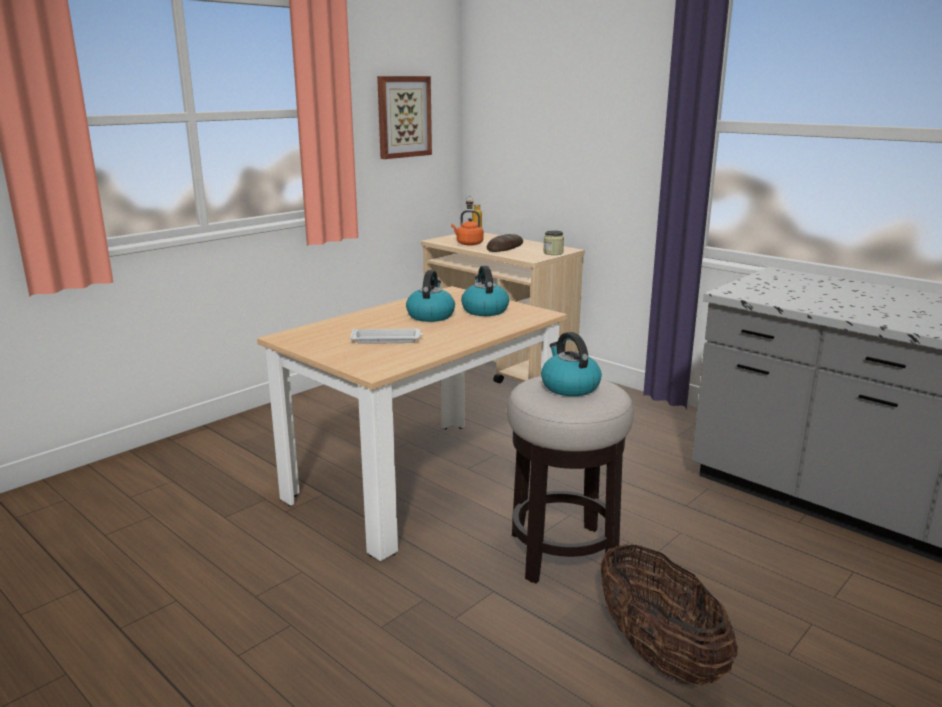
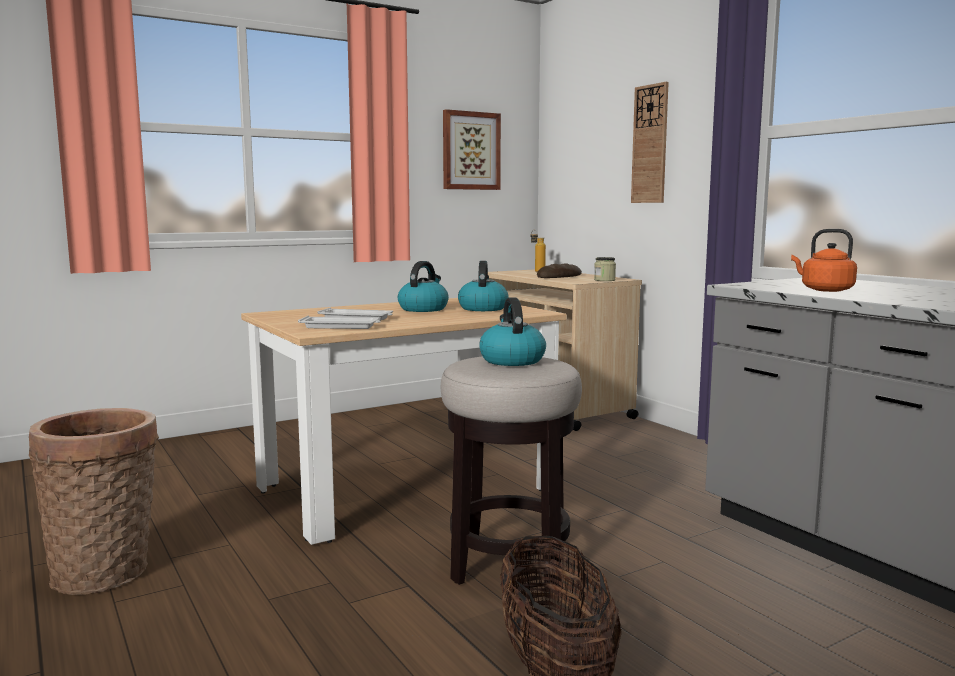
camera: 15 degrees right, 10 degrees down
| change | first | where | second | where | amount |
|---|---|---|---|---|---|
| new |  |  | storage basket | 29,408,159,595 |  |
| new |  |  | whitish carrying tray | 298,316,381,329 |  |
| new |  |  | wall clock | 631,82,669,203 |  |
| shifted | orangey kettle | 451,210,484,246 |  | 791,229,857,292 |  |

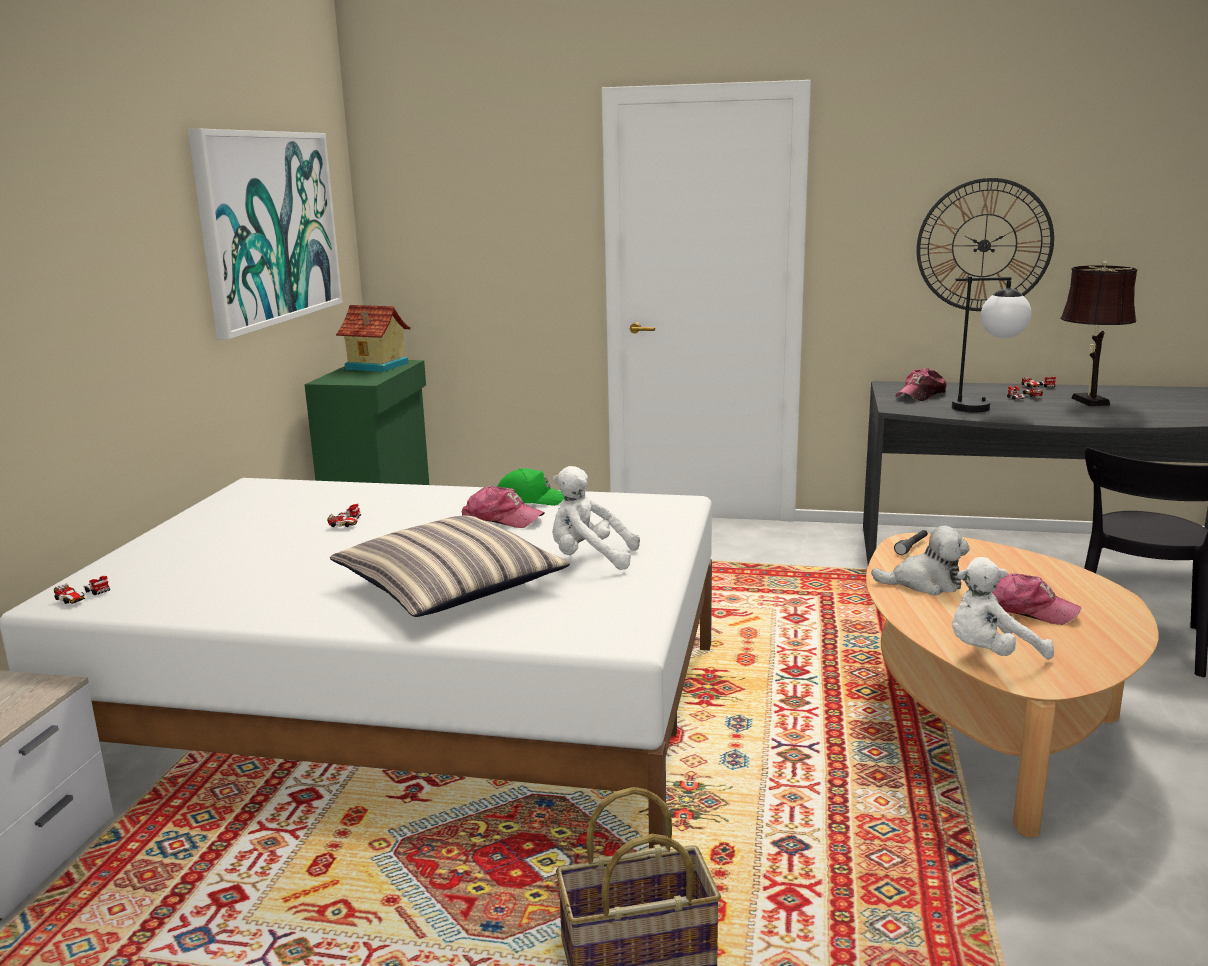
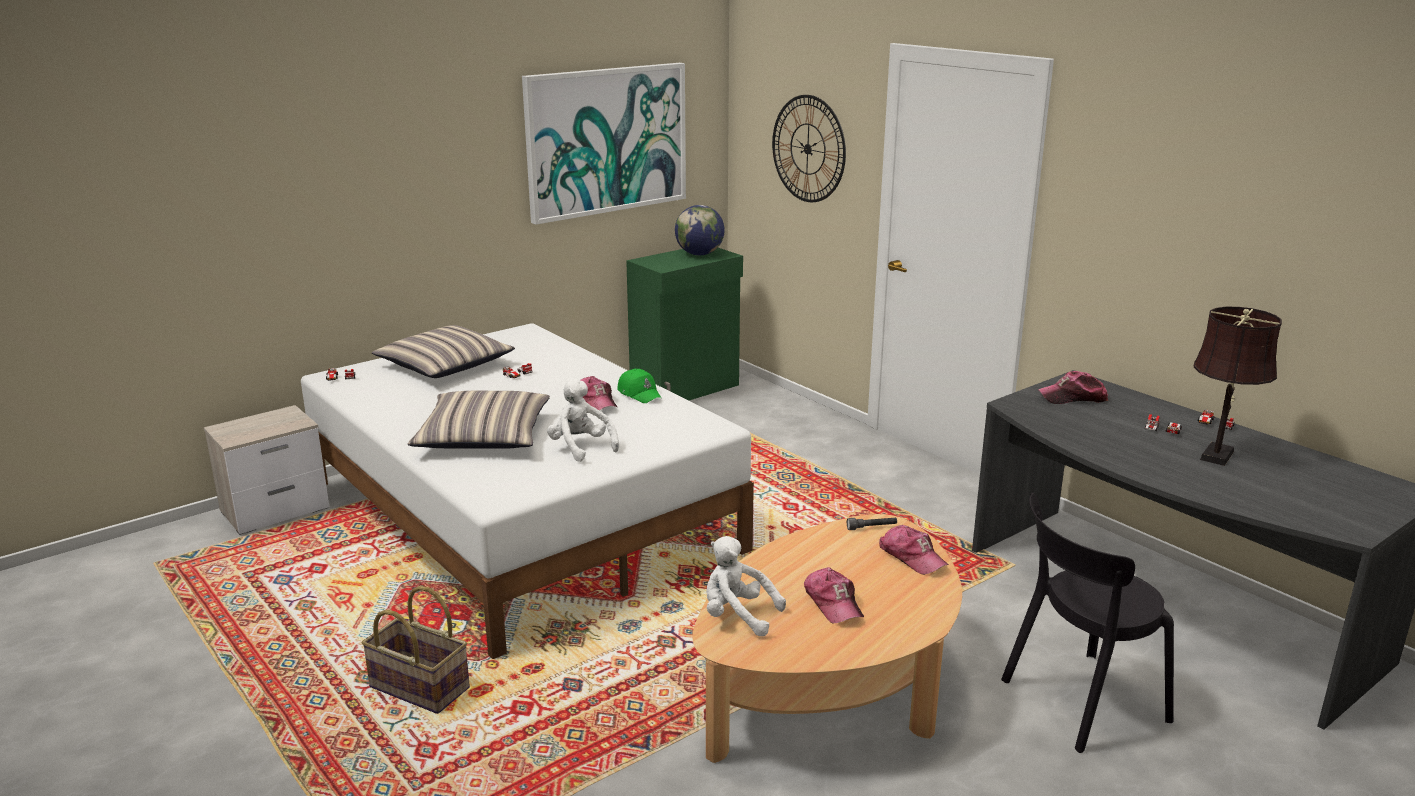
camera: 40 degrees right, 5 degrees up
| change | first | where | second | where | amount |
|---|---|---|---|---|---|
| gone | plush toy | 871,525,970,595 |  |  |  |
| gone | table lamp | 952,276,1031,412 |  |  |  |
| new |  |  | pillow | 372,325,515,378 |  |
| new |  |  | cap | 879,525,949,575 |  |
| shifted | wall clock | 916,178,1054,311 |  | 772,95,846,202 |  |
| swapped | model house | 336,305,411,372 | desk globe | 675,205,725,256 |  |

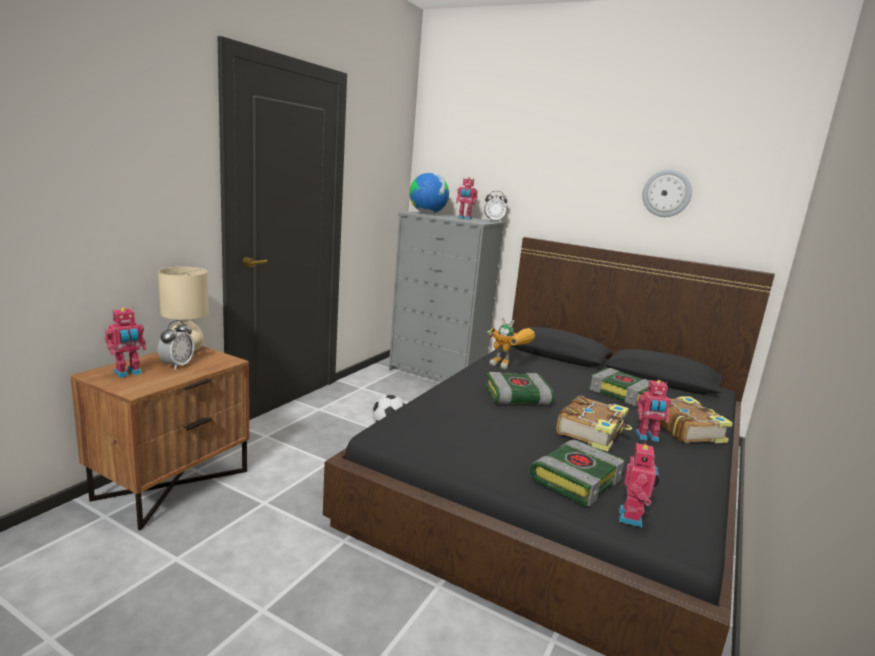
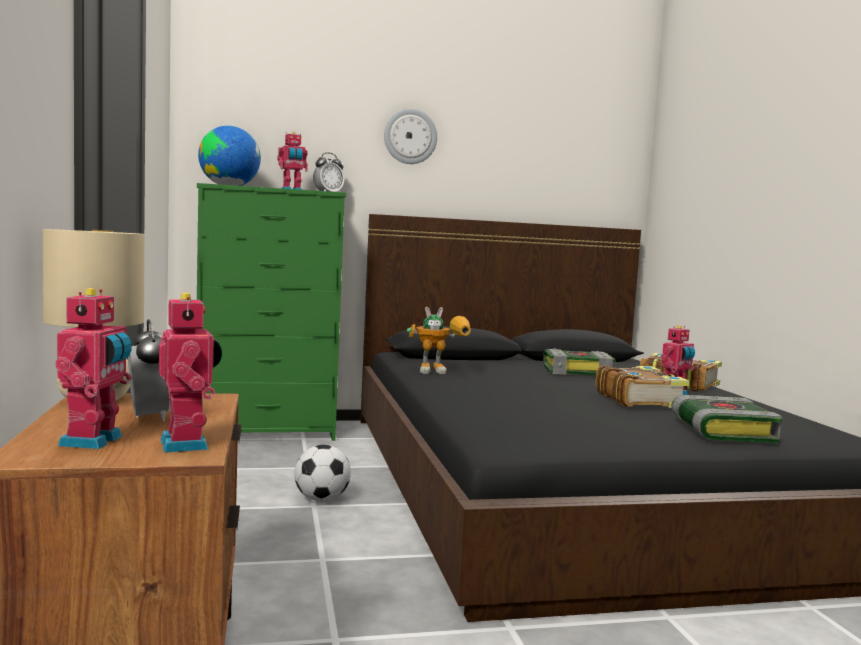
camera: 40 degrees left, 10 degrees down
| change | first | where | second | where | amount |
|---|---|---|---|---|---|
| gone | bound book | 485,372,554,405 |  |  |  |
| shifted | robot figure | 619,442,660,527 |  | 159,293,222,453 |  |
| shifted | wall clock | 642,170,692,217 |  | 384,108,437,164 |  |
| repainted | greyish drawer chest | 389,211,505,381 | greenish drawer chest | 197,183,346,441 |  |

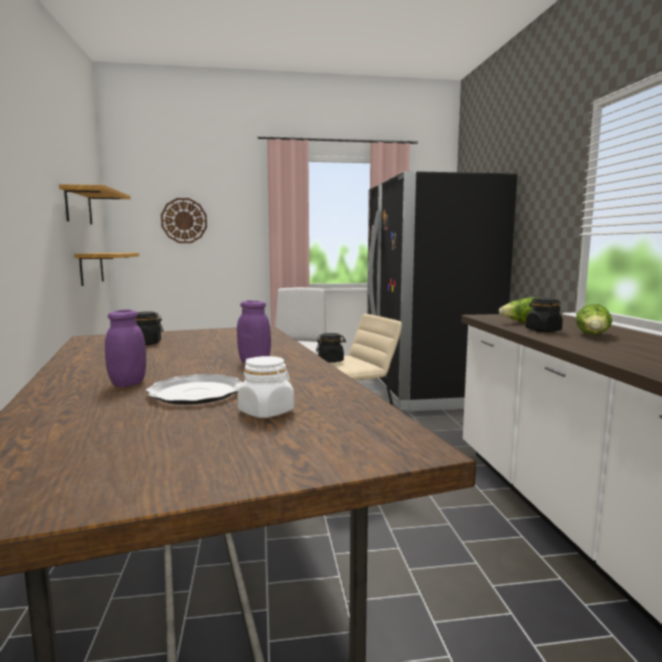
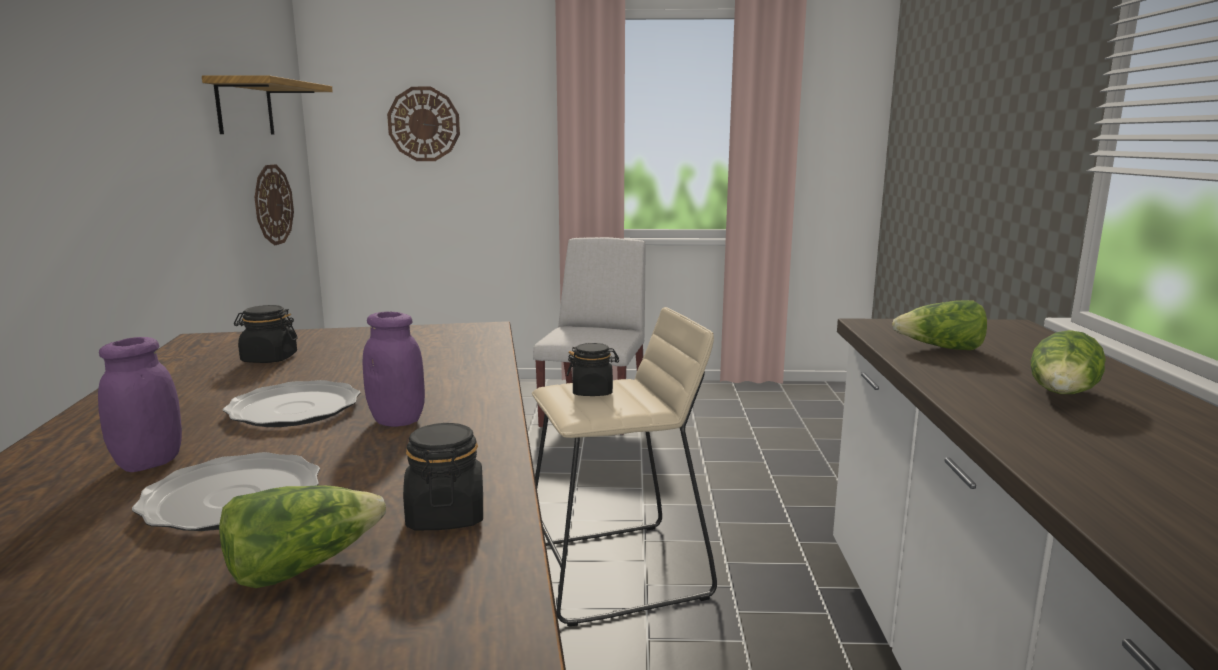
camera: 10 degrees right, 5 degrees up
| change | first | where | second | where | amount |
|---|---|---|---|---|---|
| gone | blackish fridge | 367,171,517,411 |  |  |  |
| new |  |  | dinner plate | 223,380,361,427 |  |
| shifted | blackish preserve jar | 526,298,563,332 |  | 403,423,483,530 |  |
| swapped | wall shelf | 75,253,139,286 | wall clock | 255,164,294,245 |  |
| swapped | whitish preserve jar | 238,356,294,418 | lettuce head | 219,485,386,588 |  |

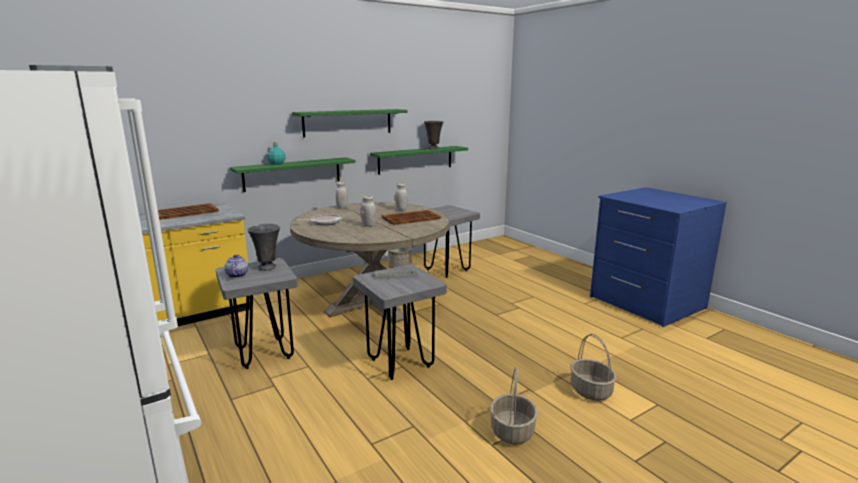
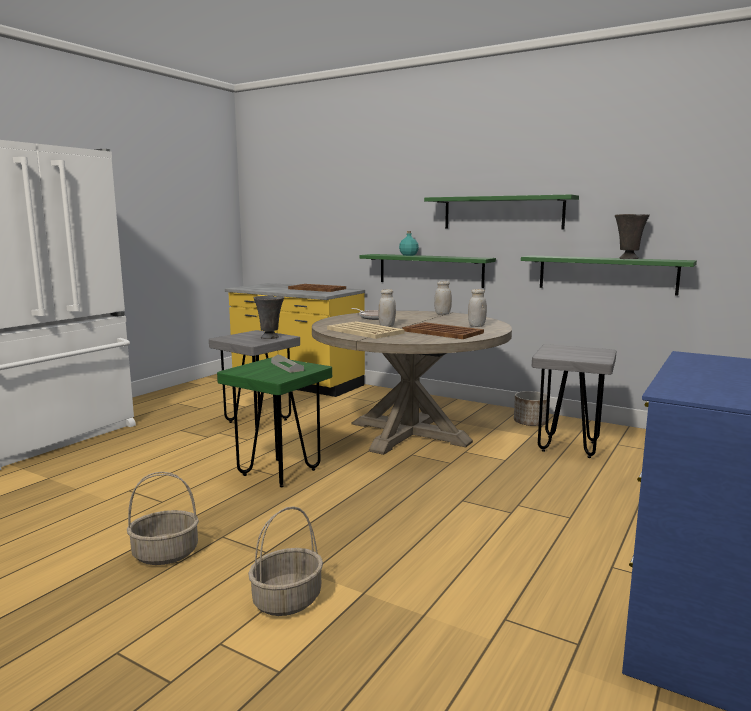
camera: 65 degrees right, 5 degrees down
| change | first | where | second | where | amount |
|---|---|---|---|---|---|
| gone | tea pot | 224,255,248,278 |  |  |  |
| new |  |  | beige-coloured carrying tray | 327,321,405,339 |  |
| repainted | greyish sitting stool | 353,264,447,380 | greenish sitting stool | 217,357,332,487 |  |

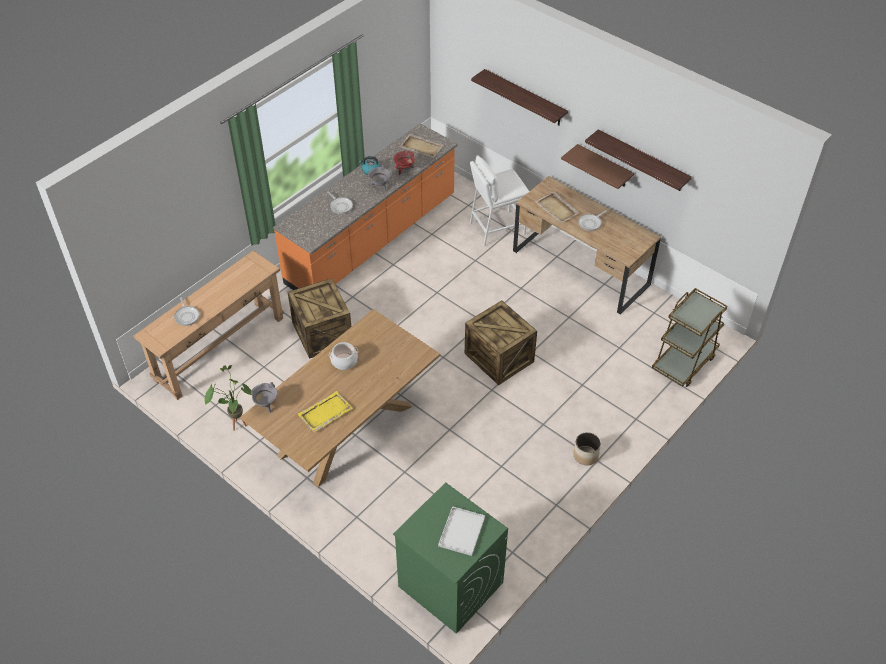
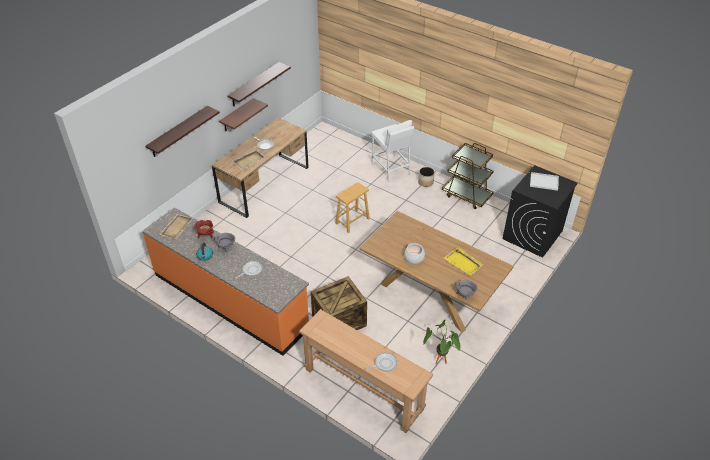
camera: 95 degrees left, 5 degrees down
| change | first | where | second | where | amount |
|---|---|---|---|---|---|
| shifted | whitish sitting stool | 470,156,530,246 |  | 372,120,414,182 |  |
| shifted | brown wheeled cart | 652,288,727,387 |  | 442,143,494,209 |  |
| swapped | packing crate | 465,300,537,385 | brown sitting stool | 335,182,370,233 |  |
| repainted | greenish laundry appliance | 393,483,508,634 | blackish laundry appliance | 502,165,578,258 |  |

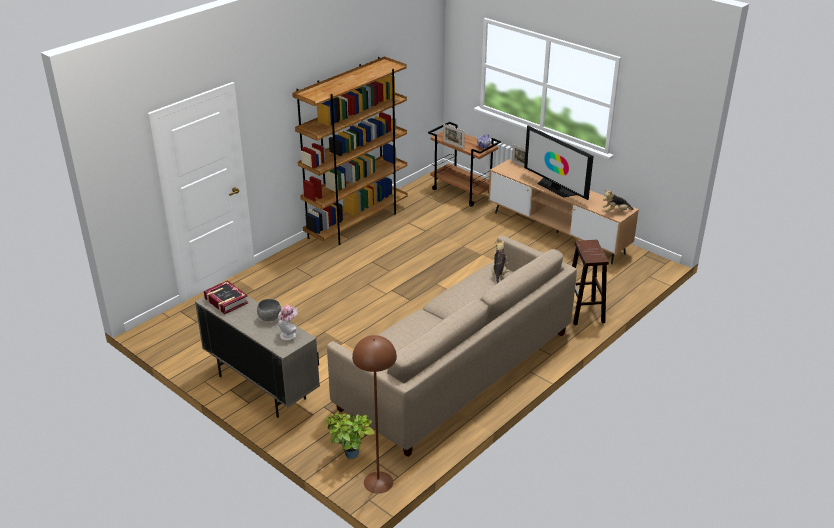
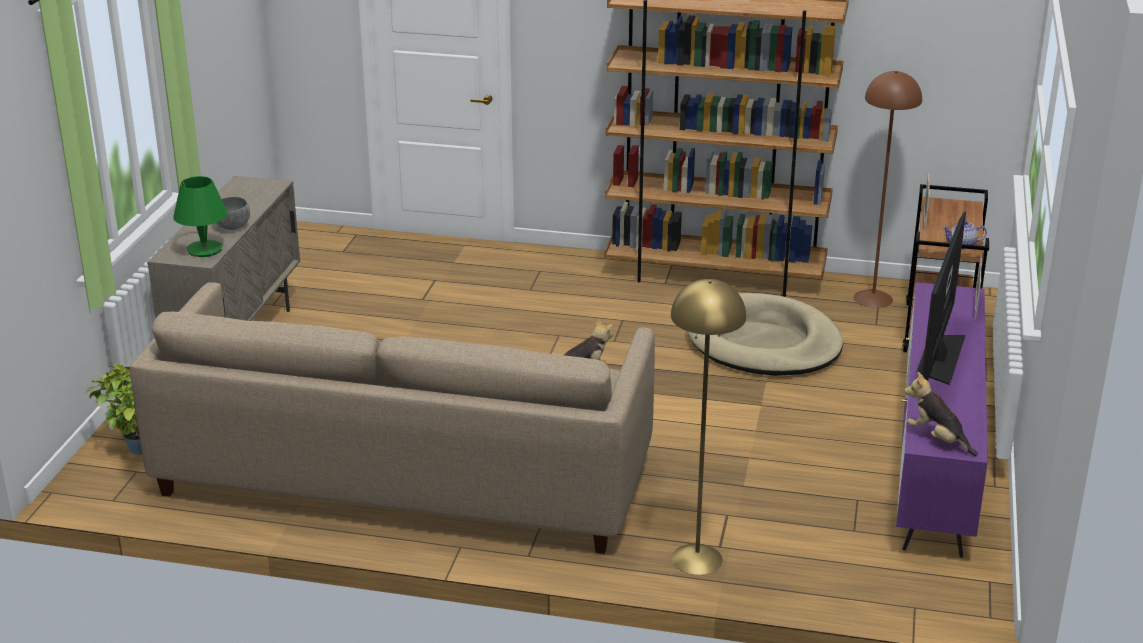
camera: 60 degrees right, 5 degrees down
| change | first | where | second | where | amount |
|---|---|---|---|---|---|
| gone | bound book | 204,280,248,314 |  |  |  |
| new |  |  | beige-coloured dog cushion | 688,293,843,376 |  |
| shifted | brown standard lamp | 352,335,397,494 |  | 853,71,922,308 |  |
| swapped | clothing hat | 278,305,298,341 | greenish table lamp | 173,176,228,257 |  |
| swapped | brown sitting stool | 572,240,609,325 | yellowish standard lamp | 671,279,746,575 |  |
| repainted | brown media console | 489,159,639,264 | purple-coloured media console | 896,282,988,558 |  |

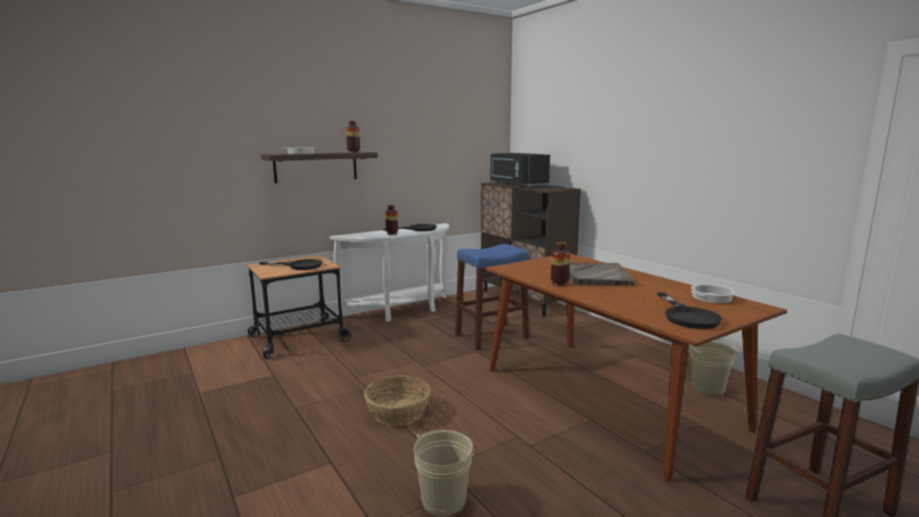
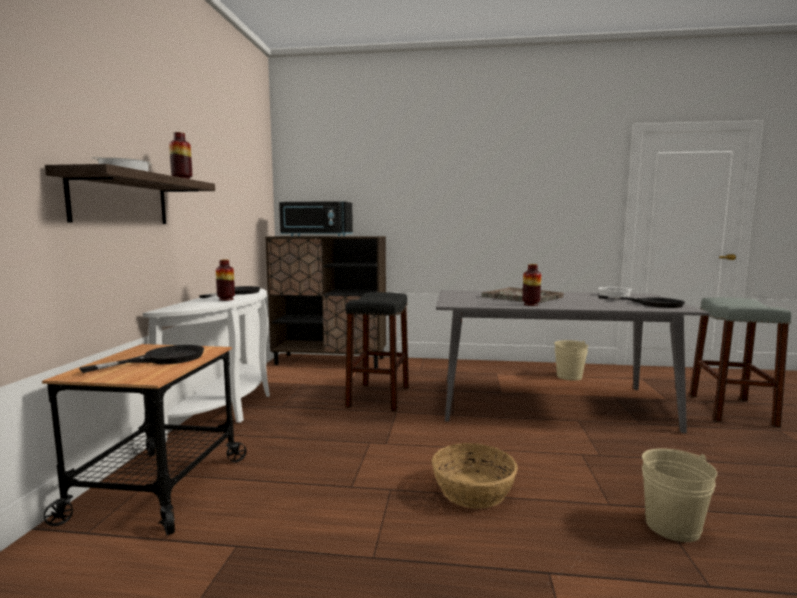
camera: 50 degrees left, 5 degrees down
| change | first | where | second | where | amount |
|---|---|---|---|---|---|
| repainted | blue-coloured sitting stool | 455,244,529,351 | blackish sitting stool | 345,292,409,411 |  |
| repainted | brown dinner table | 485,254,787,483 | greyish dinner table | 436,290,710,433 |  |

